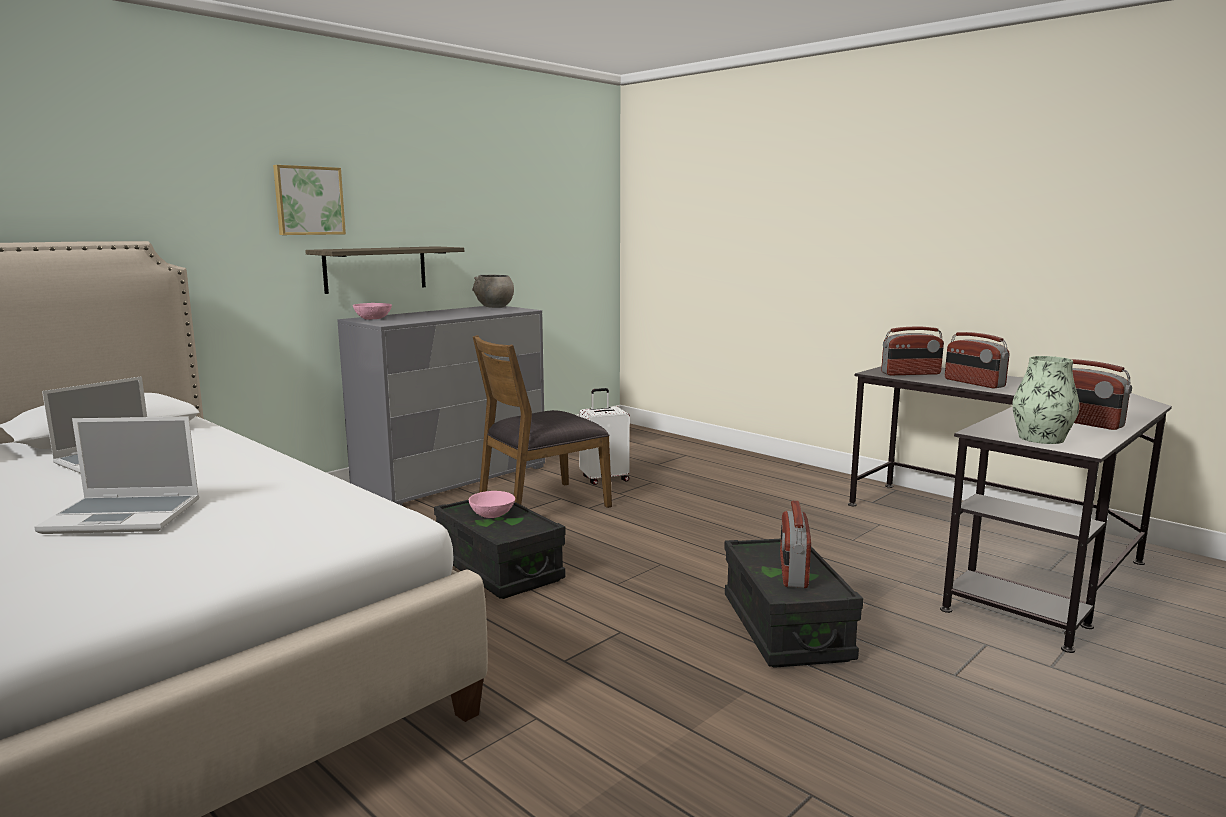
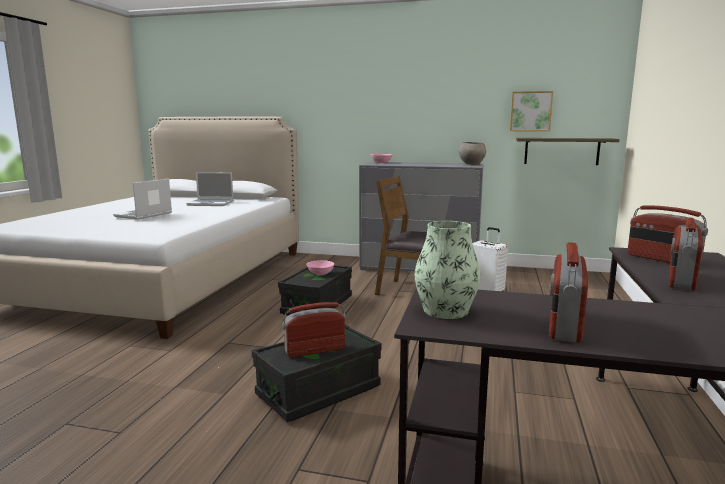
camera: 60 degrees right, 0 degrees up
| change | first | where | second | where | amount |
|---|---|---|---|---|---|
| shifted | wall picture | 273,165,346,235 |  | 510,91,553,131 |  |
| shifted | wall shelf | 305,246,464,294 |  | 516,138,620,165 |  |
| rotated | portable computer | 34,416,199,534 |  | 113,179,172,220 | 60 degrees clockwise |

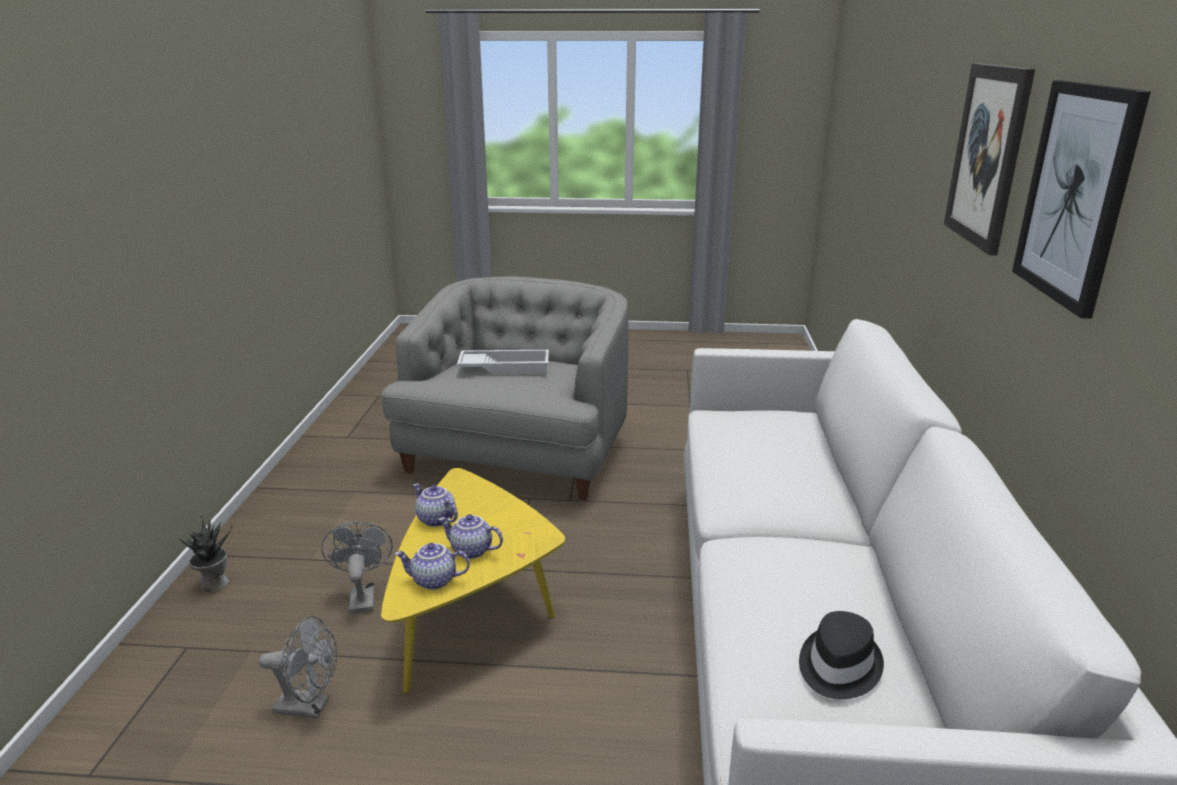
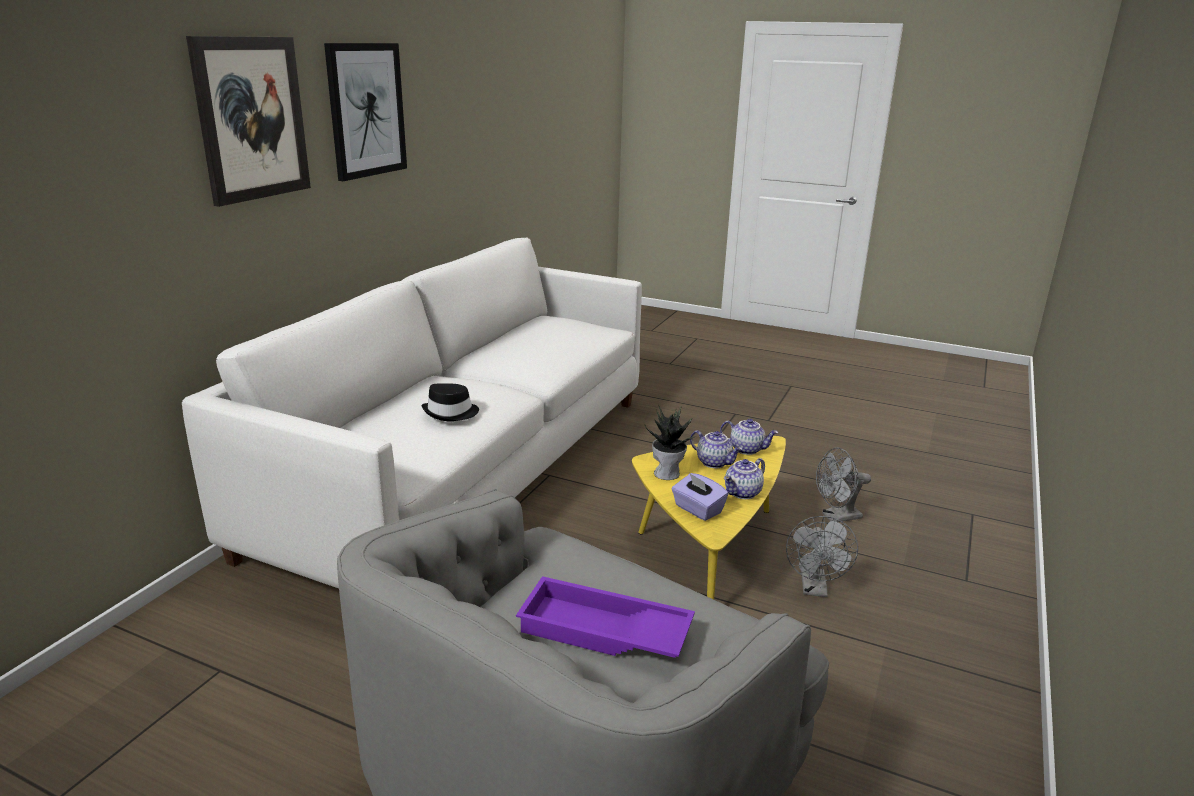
camera: 160 degrees left, 0 degrees up
| change | first | where | second | where | amount |
|---|---|---|---|---|---|
| new |  |  | purple-coloured tissue box | 672,473,729,521 |  |
| shifted | houseplant | 179,515,232,592 |  | 644,405,696,480 |  |
| shifted | blackish clothing hat | 799,611,884,699 |  | 422,383,479,421 |  |
| repainted | whitish carrying tray | 457,350,549,374 | purple-coloured carrying tray | 516,576,695,658 |  |
| rotated | greyish cooling fan | 259,616,337,718 |  | 816,447,871,522 | 45 degrees counterclockwise |
| rotated | tea pot | 413,483,458,527 |  | 724,458,765,499 | 75 degrees clockwise |

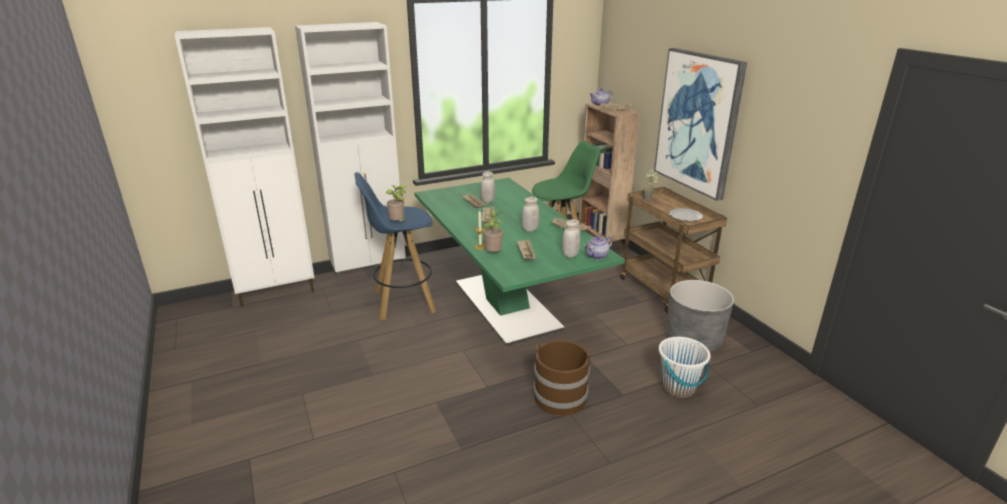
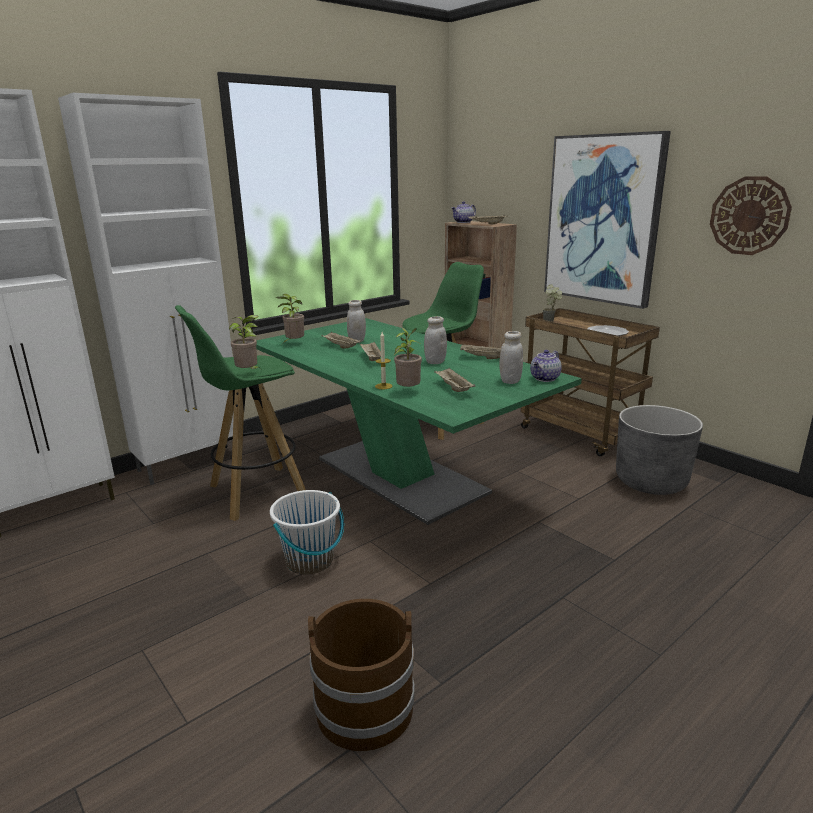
camera: 15 degrees left, 5 degrees down
| change | first | where | second | where | amount |
|---|---|---|---|---|---|
| new |  |  | houseplant | 276,294,304,344 |  |
| new |  |  | wall clock | 710,176,792,255 |  |
| shifted | brown bucket | 534,340,590,416 |  | 308,599,415,751 |  |
| shifted | whitish bucket | 658,337,710,398 |  | 270,490,344,575 |  |
| repainted | blue-coloured sitting stool | 354,172,436,321 | greenish sitting stool | 175,305,306,521 |  |

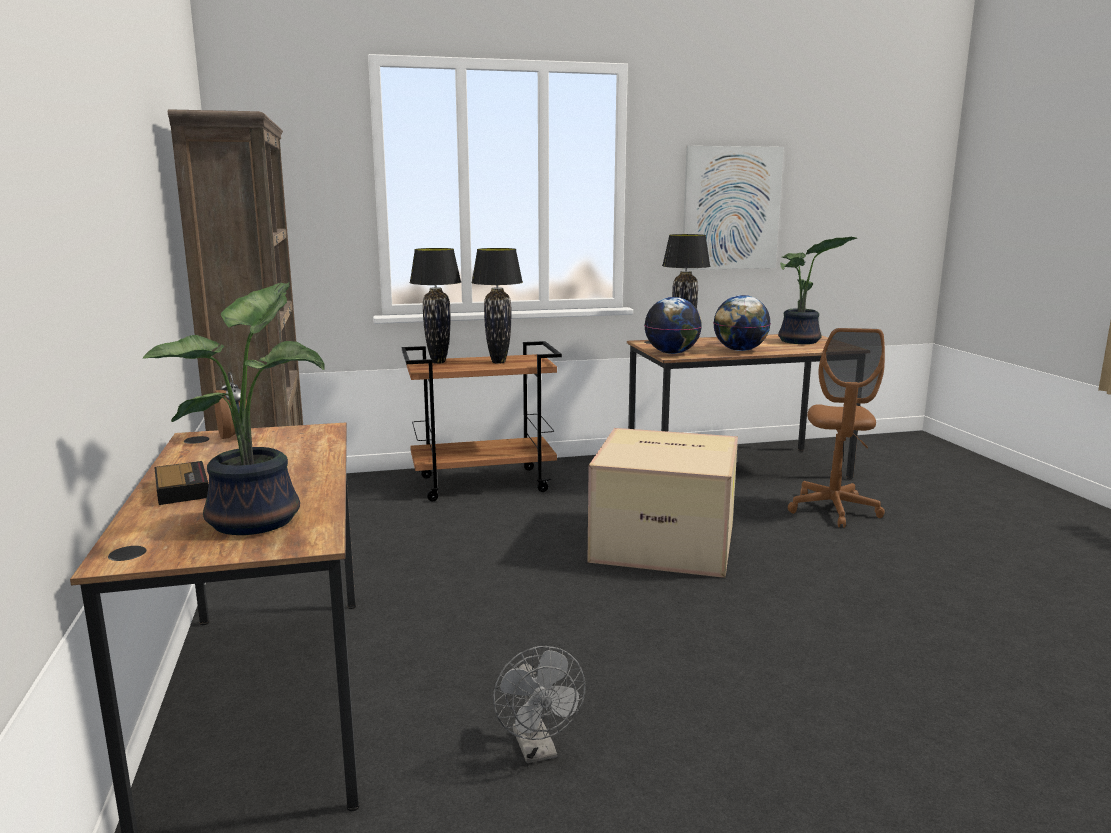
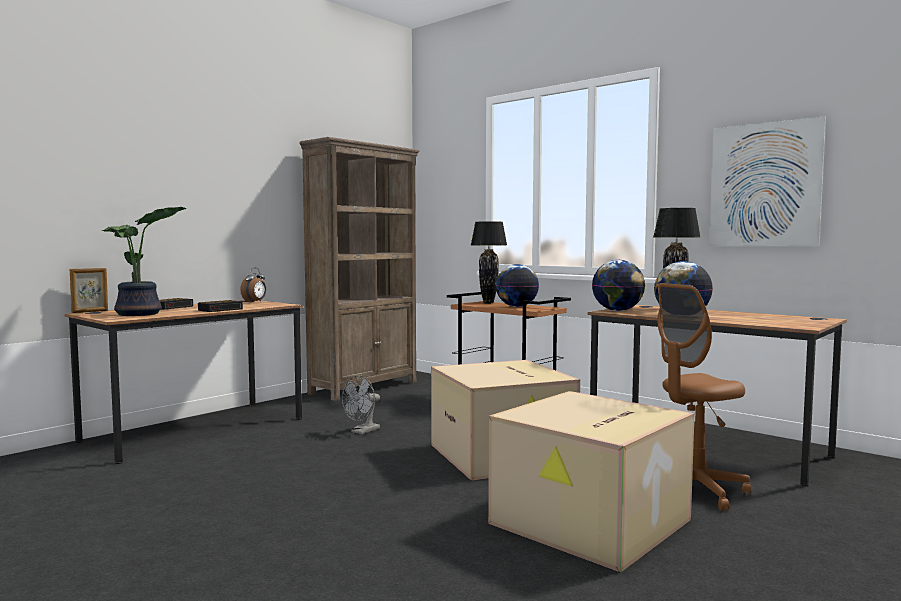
camera: 55 degrees right, 10 degrees down
| change | first | where | second | where | amount |
|---|---|---|---|---|---|
| gone | houseplant | 778,237,857,344 |  |  |  |
| new |  |  | photo frame | 70,268,108,313 |  |
| new |  |  | bedside clock | 198,300,243,312 |  |
| new |  |  | cardboard box | 488,391,695,572 |  |
| shifted | greyish cooling fan | 493,646,586,763 |  | 342,375,380,434 |  |
| swapped | blackish table lamp | 471,248,523,364 | desk globe | 496,264,539,307 |  |

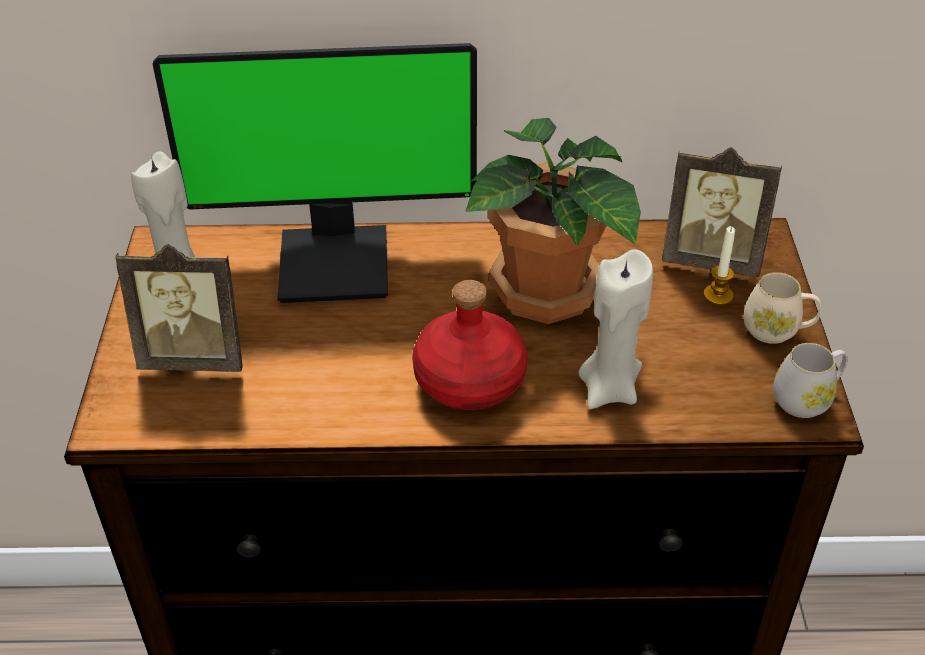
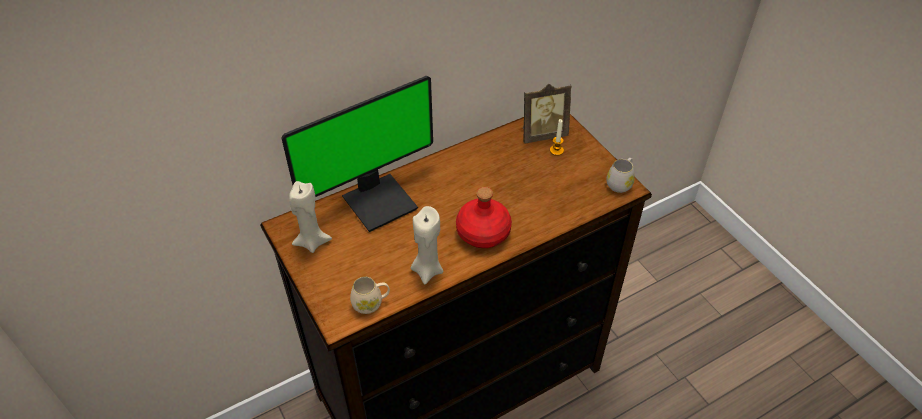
camera: 30 degrees left, 5 degrees up
| change | first | where | second | where | amount |
|---|---|---|---|---|---|
| gone | photo frame | 115,244,243,372 |  |  |  |
| gone | houseplant | 465,118,641,324 |  |  |  |
| shifted | beige-coloured wax candle | 578,249,653,409 |  | 411,206,443,284 |  |
| shifted | beige-coloured mug | 744,272,822,344 |  | 350,277,390,314 |  |

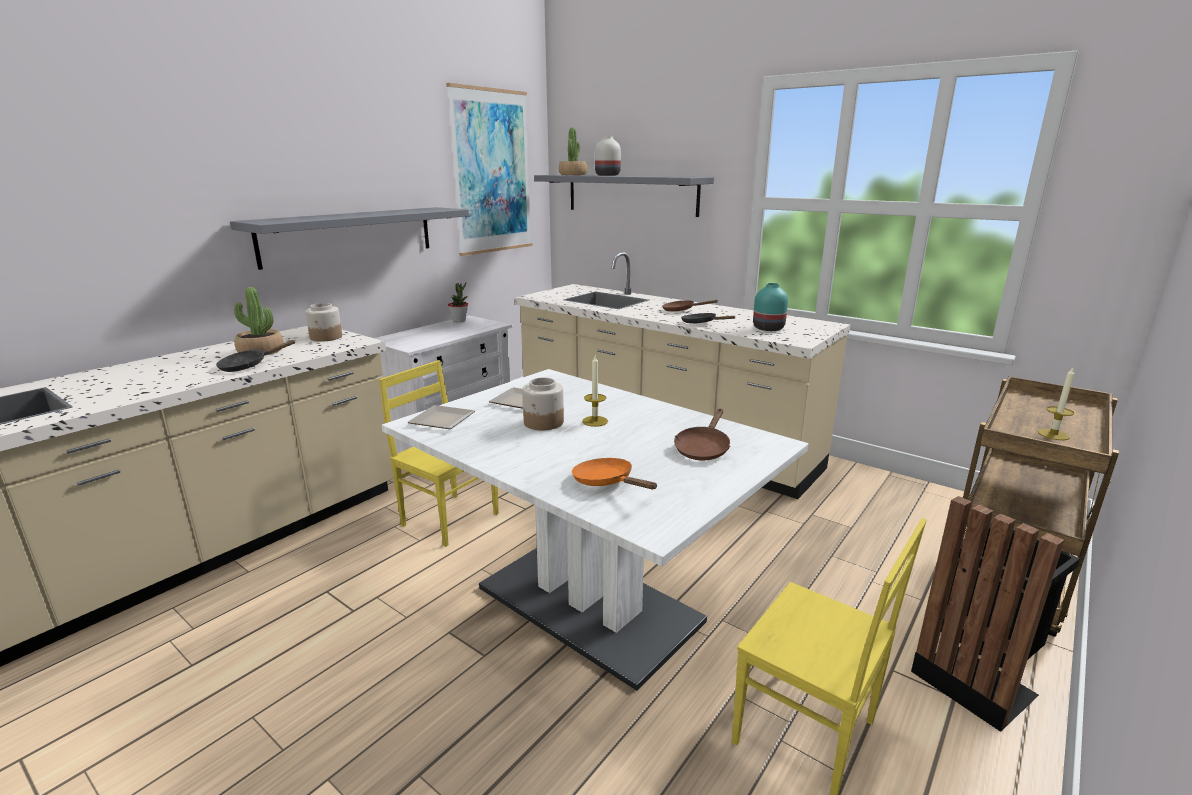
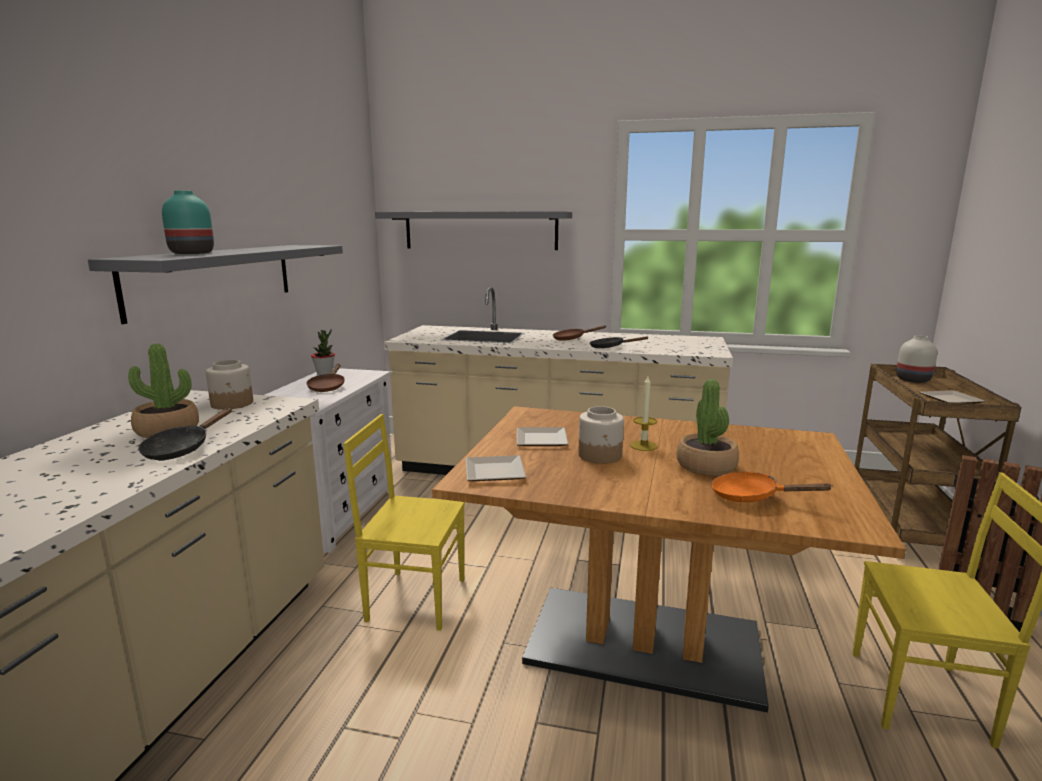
camera: 25 degrees left, 5 degrees down
| change | first | where | second | where | amount |
|---|---|---|---|---|---|
| gone | wall picture | 446,83,532,256 |  |  |  |
| shifted | houseplant | 559,128,588,175 |  | 676,379,739,476 |  |
| shifted | whitish vase | 595,136,621,176 |  | 896,335,938,383 |  |
| shifted | brown skillet | 674,409,730,461 |  | 306,364,345,392 |  |
| shifted | turquoise vase | 753,283,788,331 |  | 162,191,214,254 |  |
| swapped | wax candle | 1038,367,1074,440 | dinner plate | 920,390,986,404 |  |
| repainted | whitish dinner table | 382,369,809,691 | brown dinner table | 432,406,906,713 |  |

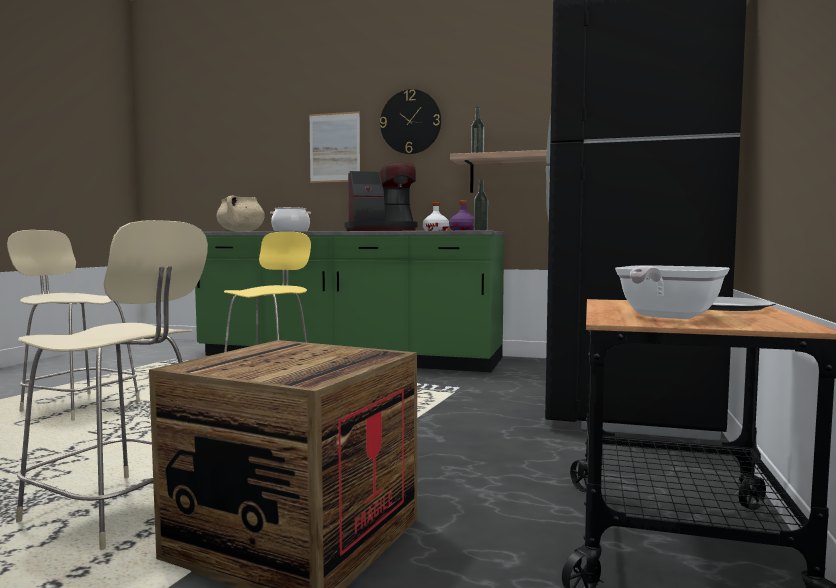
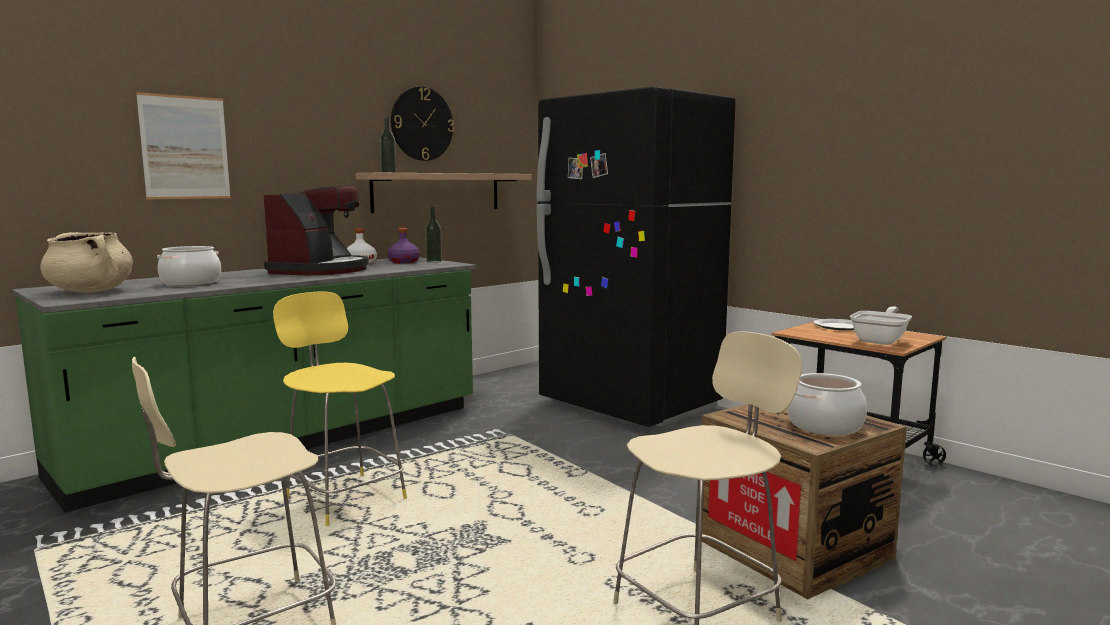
camera: 60 degrees left, 5 degrees up
| change | first | where | second | where | amount |
|---|---|---|---|---|---|
| new |  |  | saucepot | 787,373,867,435 |  |
| shifted | wall clock | 380,89,441,154 |  | 391,87,454,161 |  |
| rotated | skillet | 615,265,730,319 |  | 850,306,912,345 | 120 degrees counterclockwise |

